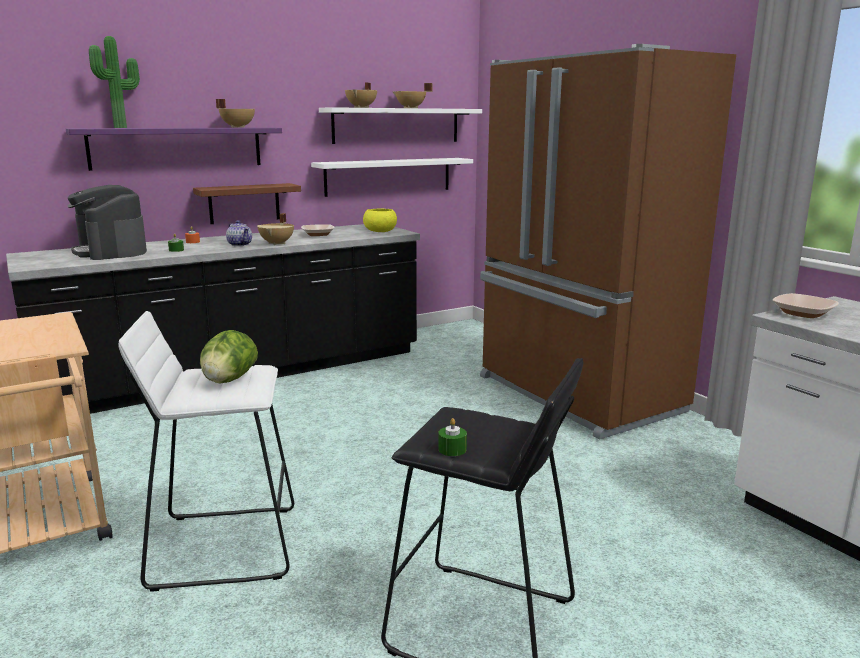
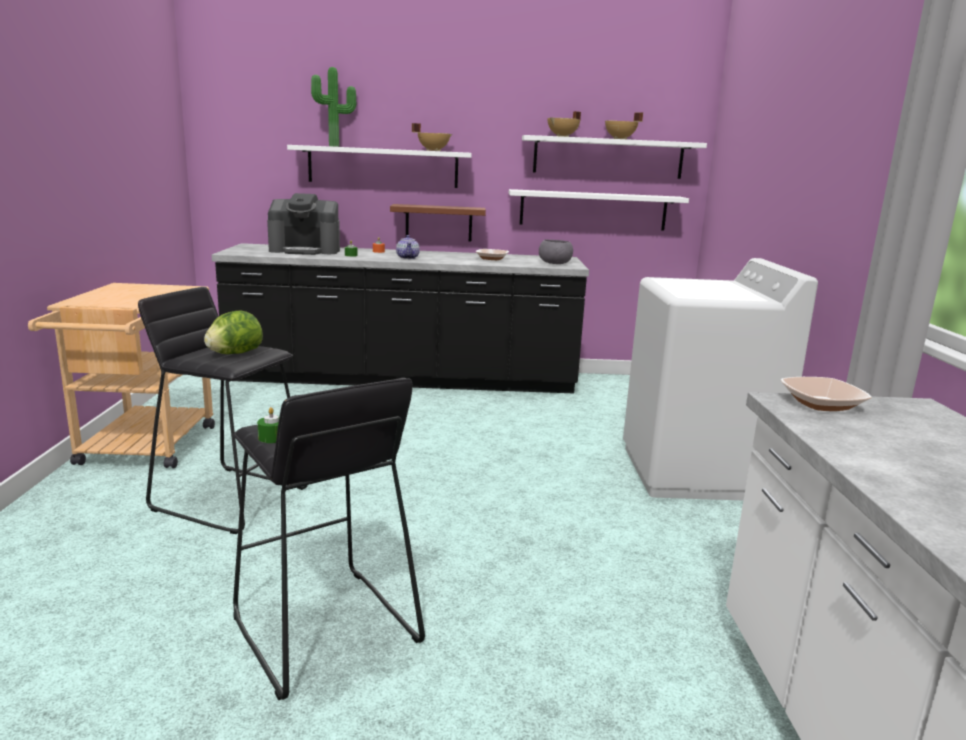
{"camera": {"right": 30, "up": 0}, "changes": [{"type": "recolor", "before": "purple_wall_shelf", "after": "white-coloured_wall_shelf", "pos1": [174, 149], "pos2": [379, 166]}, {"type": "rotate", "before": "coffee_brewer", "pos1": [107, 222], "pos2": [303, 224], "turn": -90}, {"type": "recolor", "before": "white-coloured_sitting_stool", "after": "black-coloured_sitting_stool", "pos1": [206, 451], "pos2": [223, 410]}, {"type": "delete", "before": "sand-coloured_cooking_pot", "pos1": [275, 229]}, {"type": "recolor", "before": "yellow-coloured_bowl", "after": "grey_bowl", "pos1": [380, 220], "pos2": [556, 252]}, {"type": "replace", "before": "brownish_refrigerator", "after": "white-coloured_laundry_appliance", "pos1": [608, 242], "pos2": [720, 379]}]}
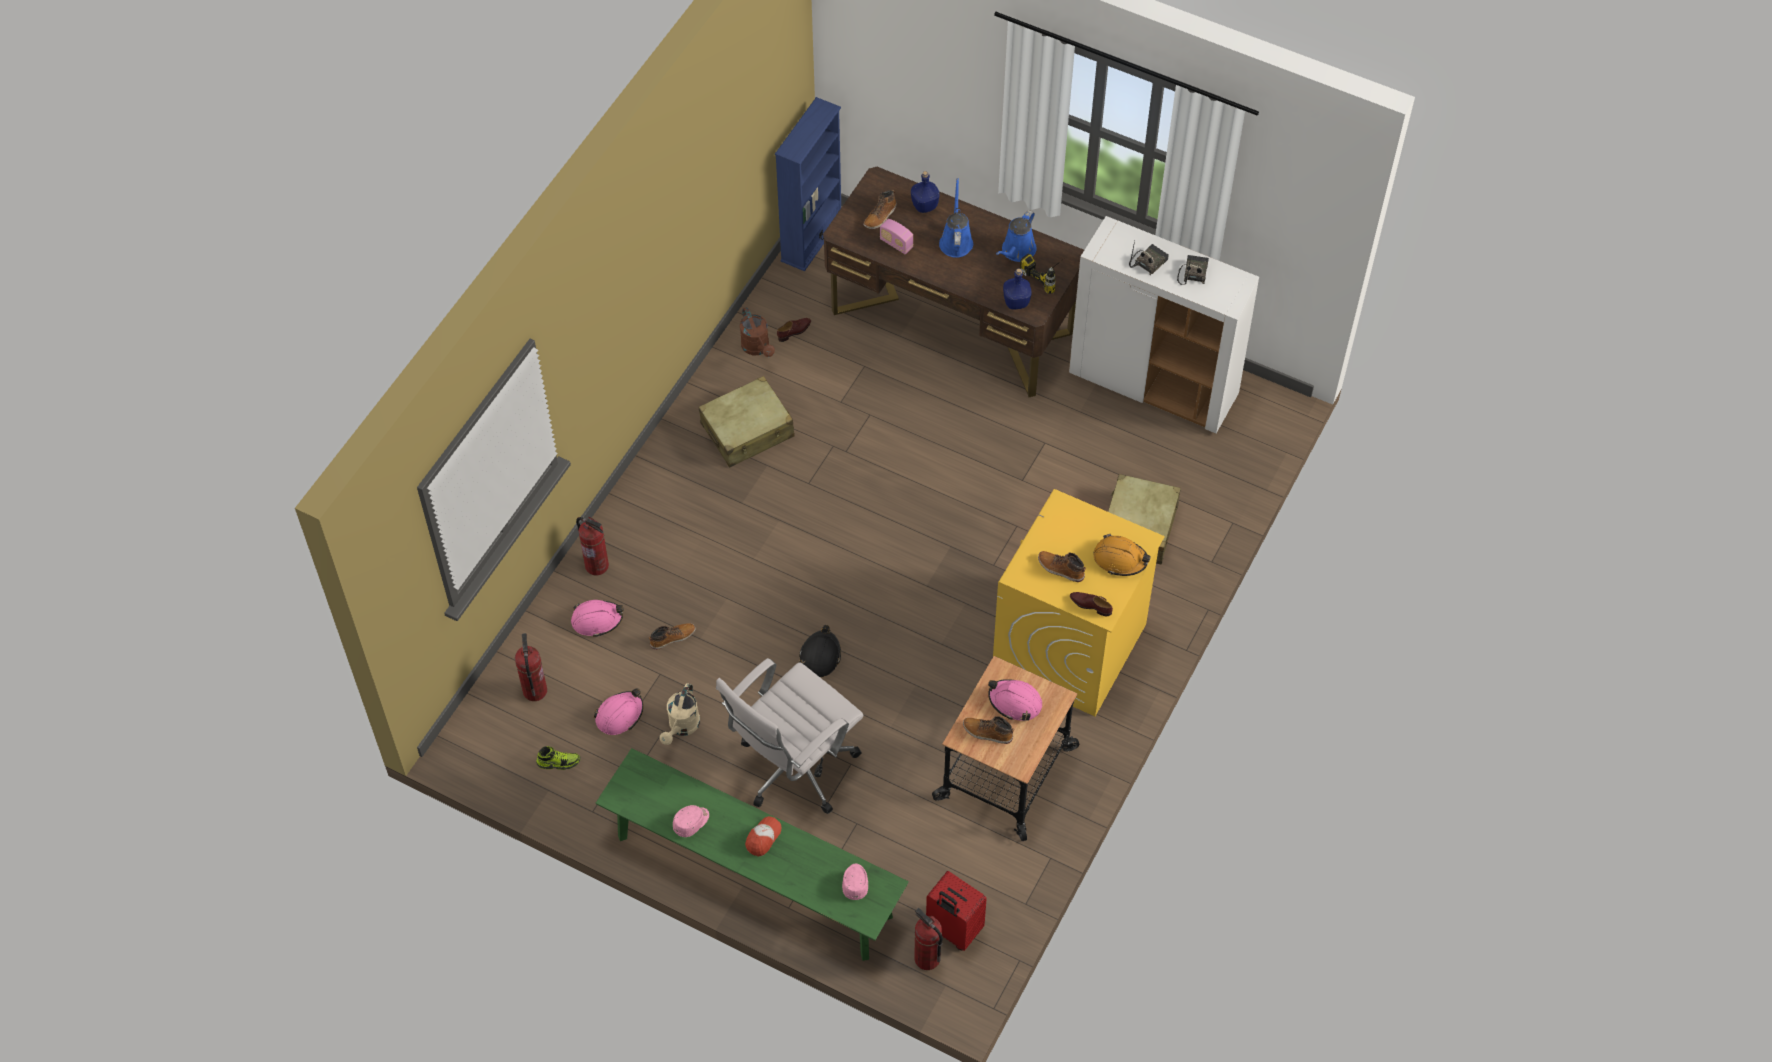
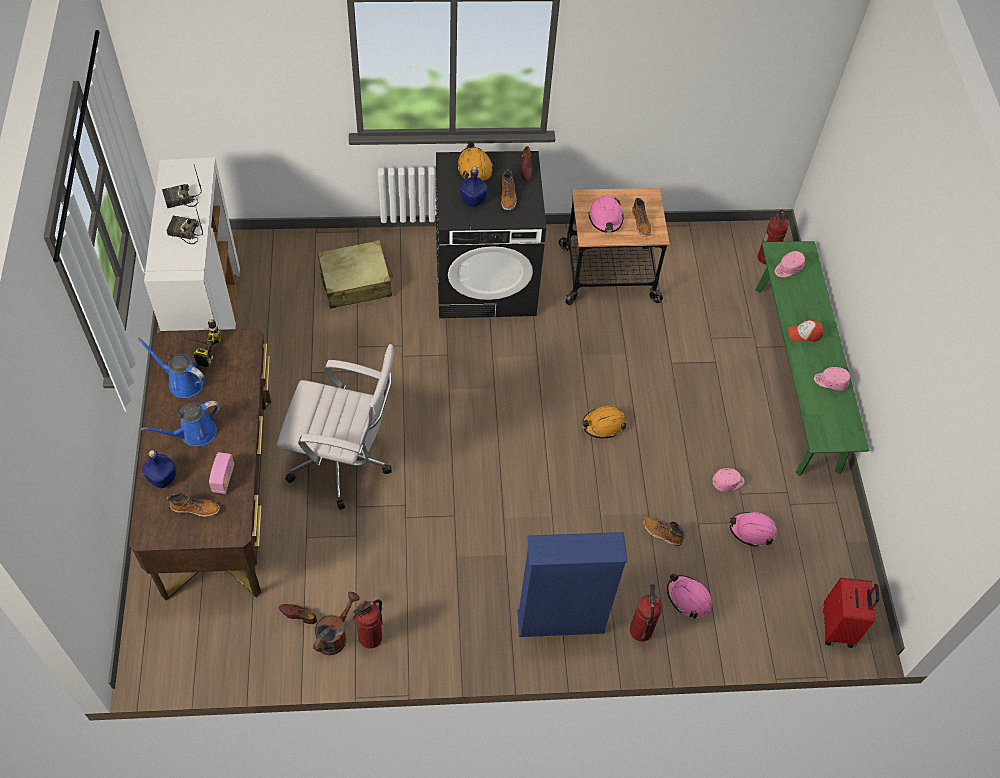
{"camera": {"right": -125, "up": 0}, "changes": [{"type": "move", "before": "fire_extinguisher", "pos1": [531, 667], "pos2": [368, 624]}, {"type": "delete", "before": "low_shoe", "pos1": [558, 758]}, {"type": "replace", "before": "sand-coloured_sprinkling_can", "after": "pinkish_cap", "pos1": [680, 714], "pos2": [728, 479]}, {"type": "delete", "before": "sand-coloured_travel_case", "pos1": [747, 421]}, {"type": "move", "before": "white-coloured_desk_chair", "pos1": [790, 736], "pos2": [336, 427]}, {"type": "move", "before": "bluish_bookshelf", "pos1": [808, 184], "pos2": [572, 584]}, {"type": "recolor", "before": "black-coloured_hard_hat", "after": "orangey_hard_hat", "pos1": [820, 651], "pos2": [604, 422]}, {"type": "move", "before": "red_travel_case", "pos1": [956, 911], "pos2": [851, 613]}, {"type": "recolor", "before": "yellow-coloured_laundry_appliance", "after": "black-coloured_laundry_appliance", "pos1": [1079, 602], "pos2": [491, 234]}, {"type": "rotate", "before": "bluish_sprinkling_can", "pos1": [1016, 236], "pos2": [171, 367], "turn": -150}, {"type": "move", "before": "bluish_beverage_bottle", "pos1": [1017, 289], "pos2": [474, 187]}]}
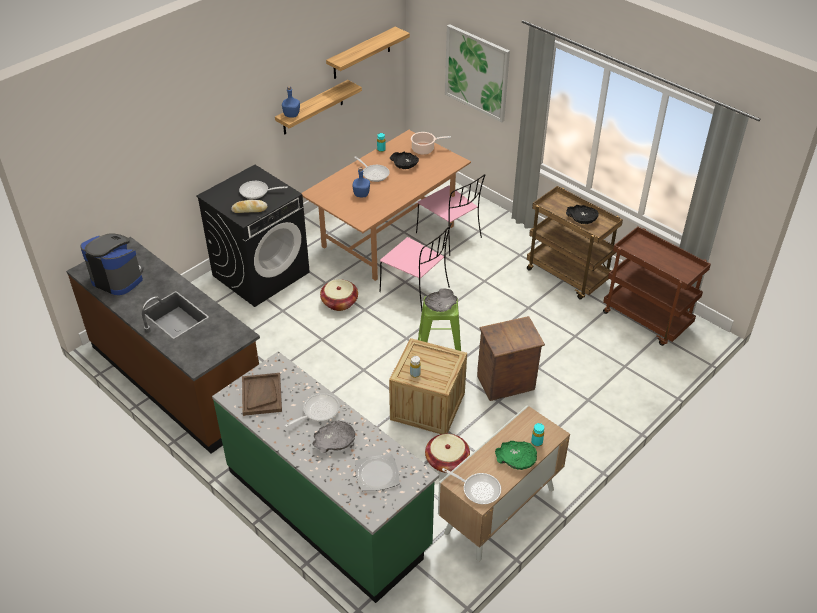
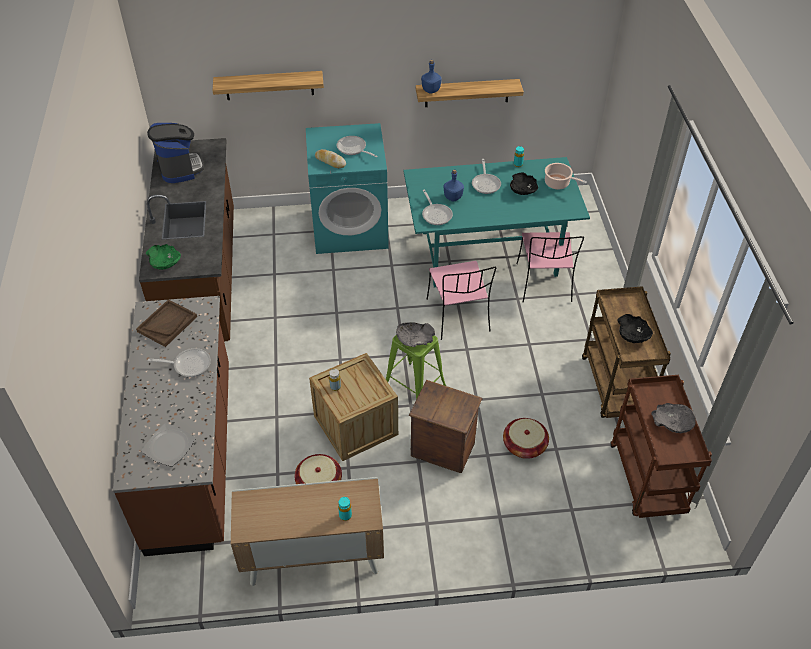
{"camera": {"right": 40, "up": 5}, "changes": [{"type": "recolor", "before": "black-coloured_laundry_appliance", "after": "turquoise-coloured_laundry_appliance", "pos1": [253, 236], "pos2": [347, 188]}, {"type": "recolor", "before": "green-coloured_kitchen_base_unit", "after": "brownish_kitchen_base_unit", "pos1": [325, 477], "pos2": [171, 426]}, {"type": "recolor", "before": "brownish_dinner_table", "after": "turquoise-coloured_dinner_table", "pos1": [386, 205], "pos2": [496, 222]}, {"type": "move", "before": "grey_bowl", "pos1": [334, 436], "pos2": [674, 418]}, {"type": "move", "before": "basket", "pos1": [339, 295], "pos2": [526, 438]}, {"type": "move", "before": "wall_shelf", "pos1": [368, 53], "pos2": [268, 85]}, {"type": "move", "before": "frying_pan", "pos1": [471, 486], "pos2": [437, 207]}, {"type": "delete", "before": "wall_art", "pos1": [477, 73]}, {"type": "move", "before": "green-coloured_bowl", "pos1": [516, 455], "pos2": [163, 257]}]}
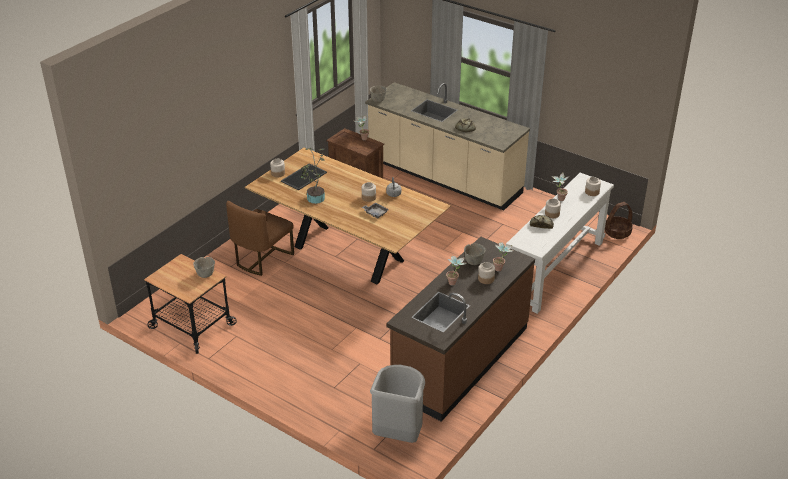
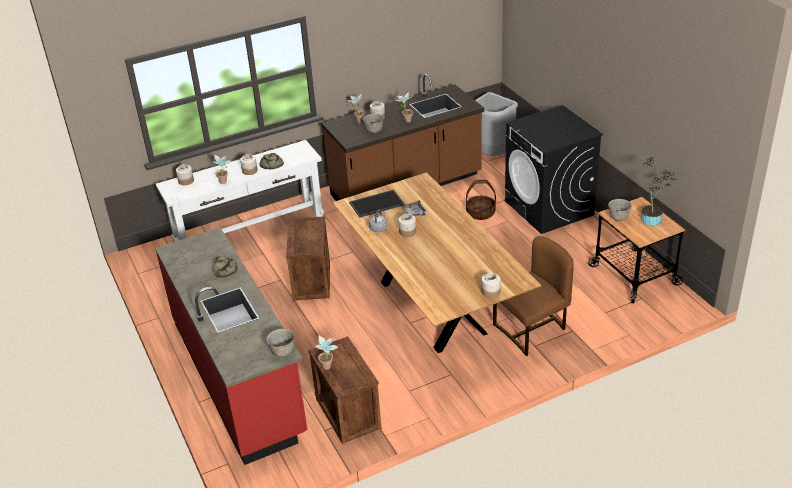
{"camera": {"right": -150, "up": 0}, "changes": [{"type": "move", "before": "serving_tray", "pos1": [304, 176], "pos2": [377, 204]}, {"type": "move", "before": "plant_in_a_pot", "pos1": [312, 176], "pos2": [658, 191]}, {"type": "recolor", "before": "sand-coloured_kitchen_base_unit", "after": "red_kitchen_base_unit", "pos1": [447, 146], "pos2": [231, 346]}, {"type": "move", "before": "basket", "pos1": [619, 220], "pos2": [481, 200]}, {"type": "insert", "after": "shipping_crate", "pos2": [308, 258]}, {"type": "insert", "after": "black-coloured_laundry_appliance", "pos2": [554, 169]}]}
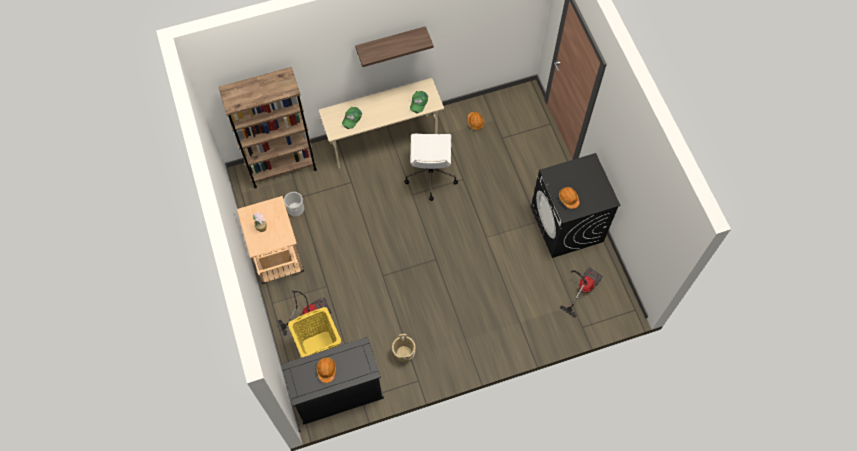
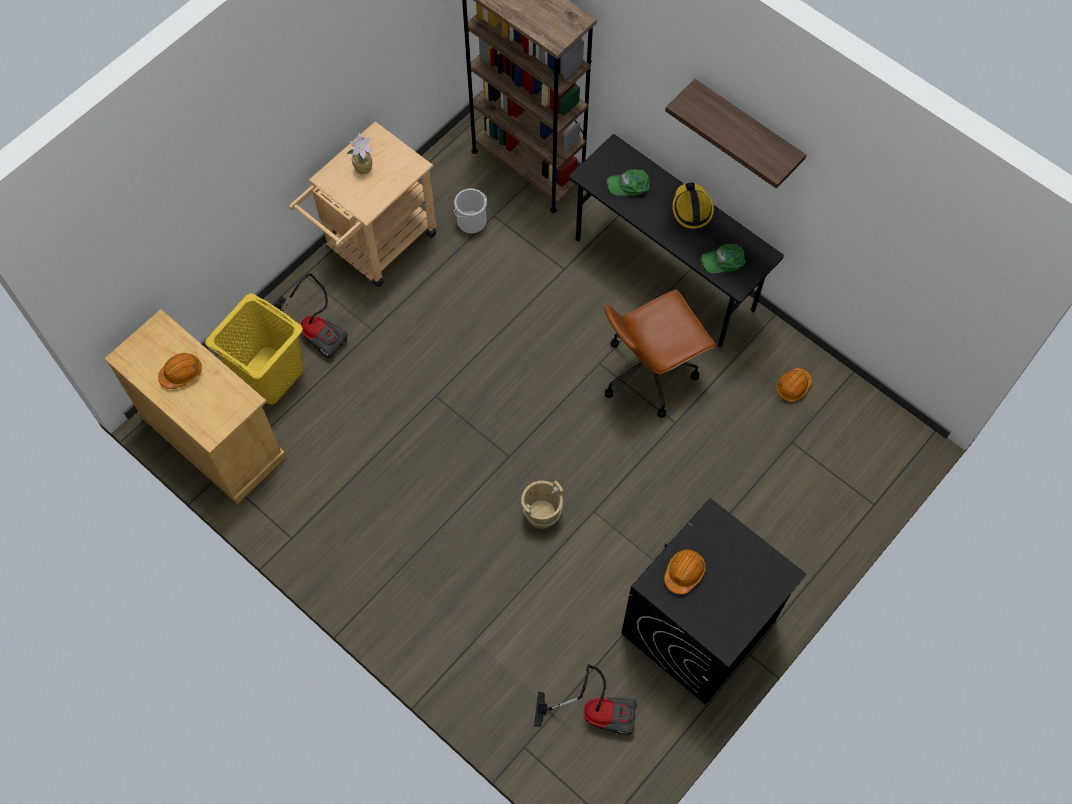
{"camera": {"right": 60, "up": 0}, "changes": [{"type": "recolor", "before": "black-coloured_cupboard", "after": "sand-coloured_cupboard", "pos1": [332, 381], "pos2": [195, 406]}, {"type": "recolor", "before": "sand-coloured_desk", "after": "black-coloured_desk", "pos1": [381, 123], "pos2": [676, 241]}, {"type": "move", "before": "sand-coloured_pail", "pos1": [403, 348], "pos2": [542, 504]}, {"type": "recolor", "before": "white-coloured_desk_chair", "after": "brownish_desk_chair", "pos1": [431, 167], "pos2": [660, 354]}, {"type": "insert", "after": "hard_hat", "pos2": [693, 205]}]}
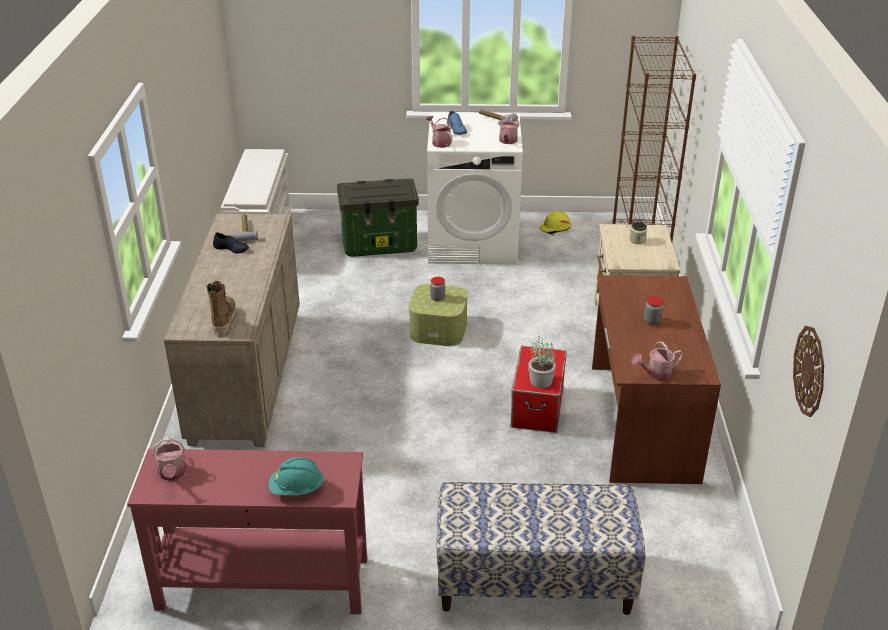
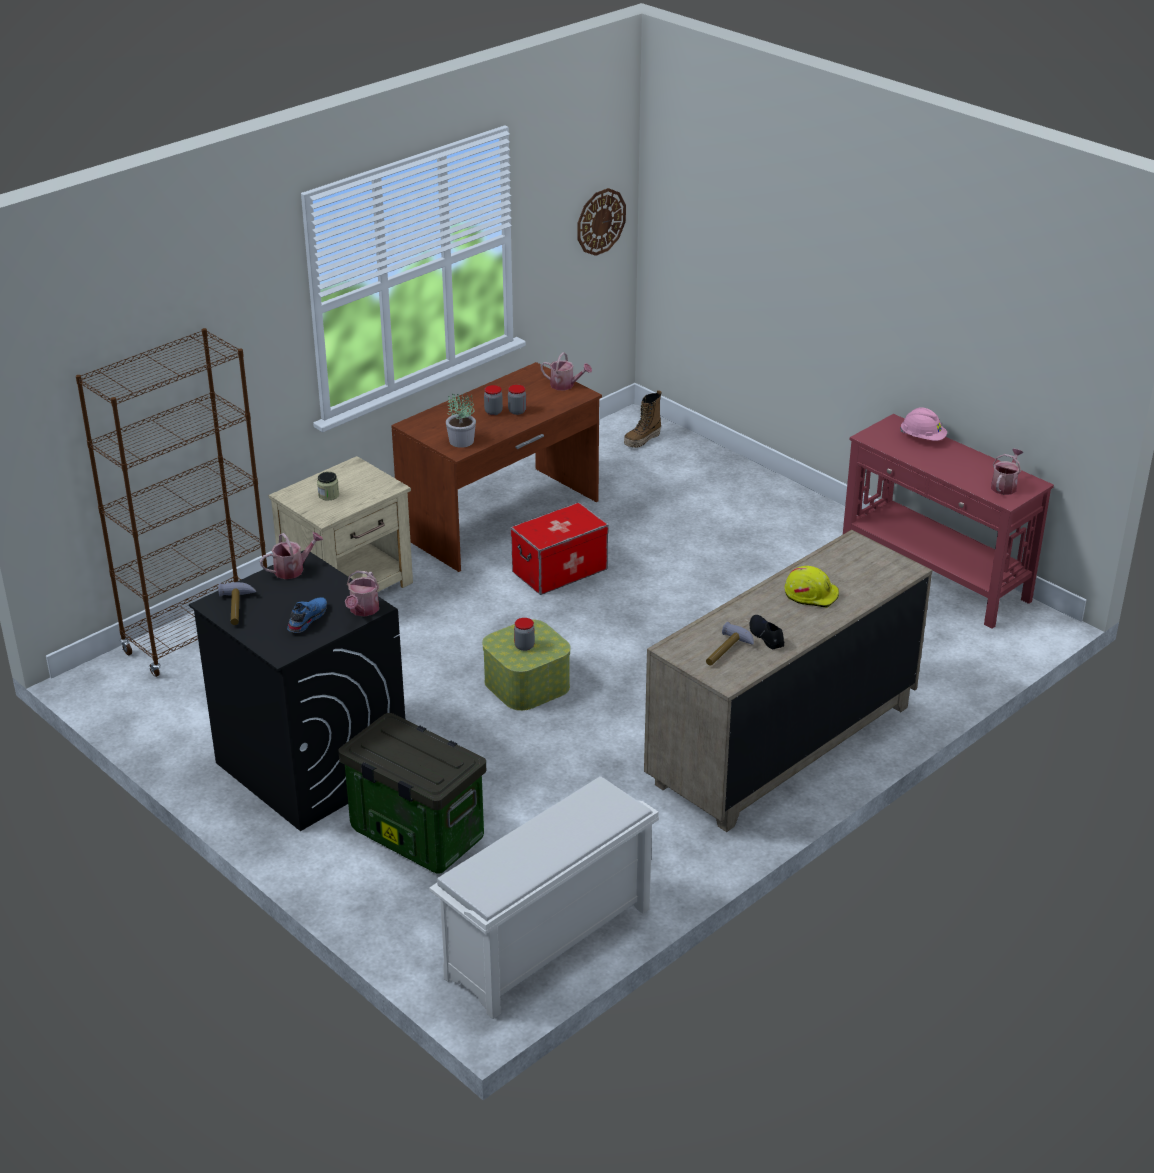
{"camera": {"right": -135, "up": 0}, "changes": [{"type": "move", "before": "tall_boot", "pos1": [221, 309], "pos2": [643, 419]}, {"type": "recolor", "before": "turquoise-coloured_hard_hat", "after": "pinkish_hard_hat", "pos1": [297, 476], "pos2": [923, 424]}, {"type": "recolor", "before": "white-coloured_laundry_appliance", "after": "black-coloured_laundry_appliance", "pos1": [475, 189], "pos2": [297, 690]}, {"type": "delete", "before": "indoor_bench", "pos1": [541, 548]}, {"type": "move", "before": "plant_in_a_pot", "pos1": [542, 362], "pos2": [461, 420]}, {"type": "move", "before": "yellow-coloured_hard_hat", "pos1": [555, 223], "pos2": [812, 587]}, {"type": "insert", "after": "preserve_jar", "pos2": [517, 400]}]}
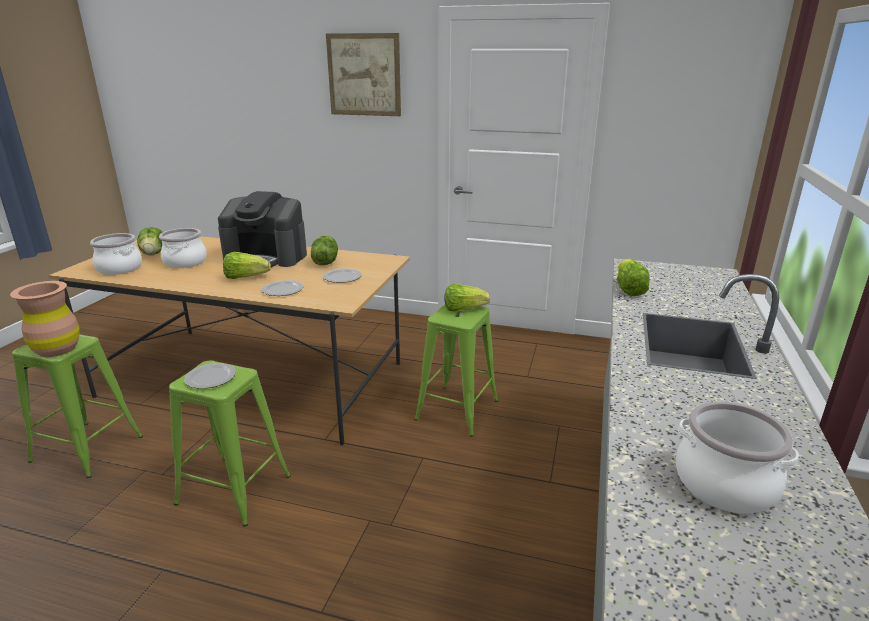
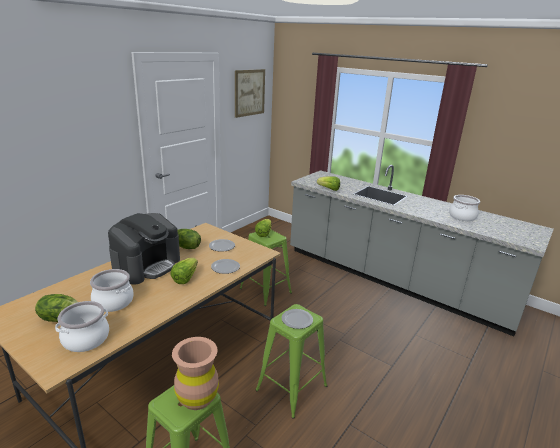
{"camera": {"right": -70, "up": 0}, "changes": [{"type": "move", "before": "wall_art", "pos1": [363, 74], "pos2": [250, 93]}]}
